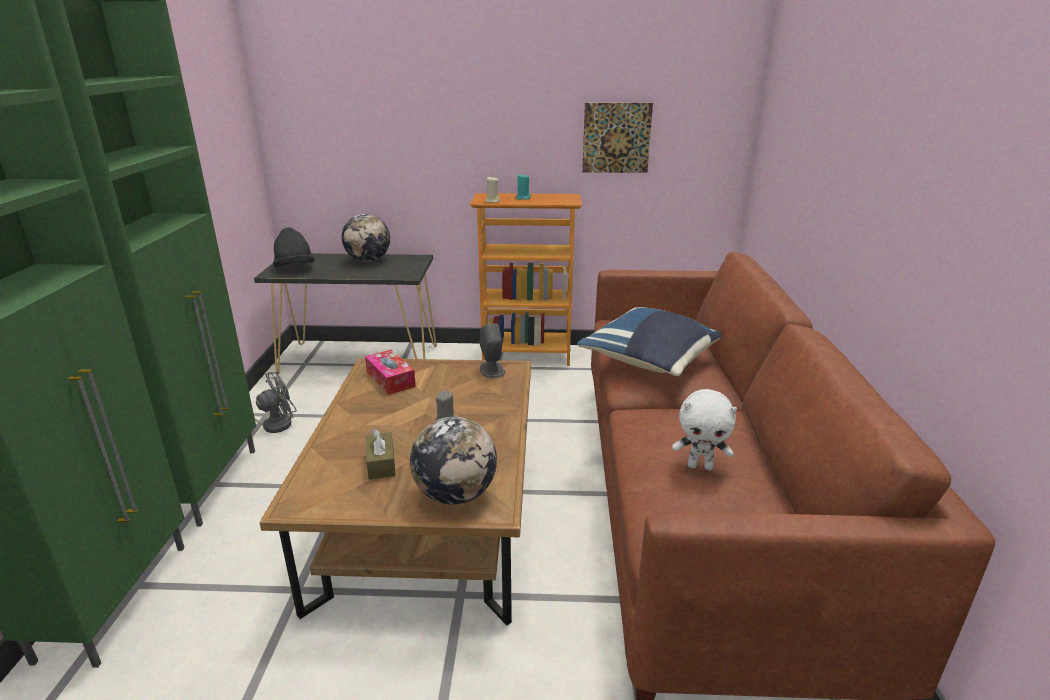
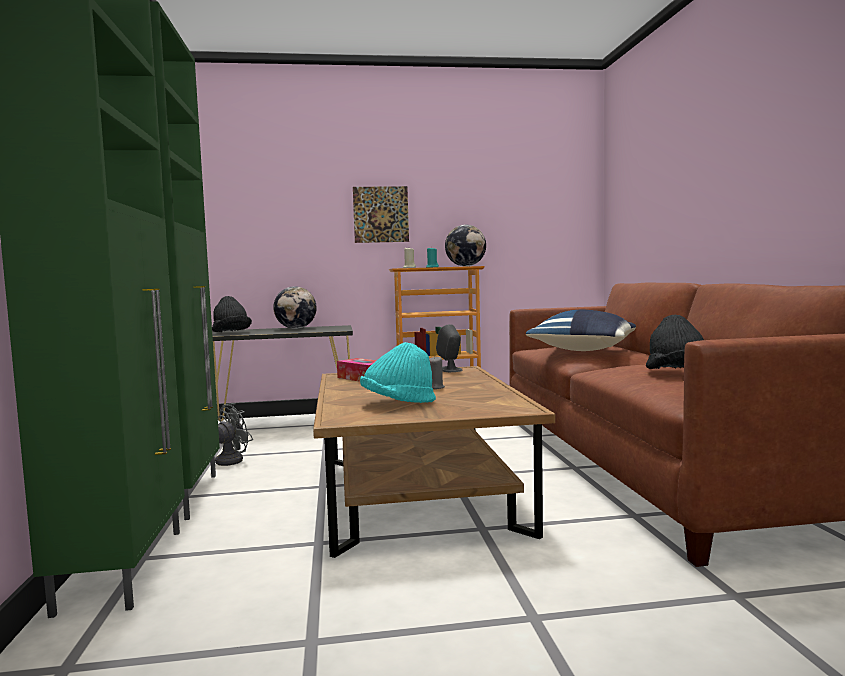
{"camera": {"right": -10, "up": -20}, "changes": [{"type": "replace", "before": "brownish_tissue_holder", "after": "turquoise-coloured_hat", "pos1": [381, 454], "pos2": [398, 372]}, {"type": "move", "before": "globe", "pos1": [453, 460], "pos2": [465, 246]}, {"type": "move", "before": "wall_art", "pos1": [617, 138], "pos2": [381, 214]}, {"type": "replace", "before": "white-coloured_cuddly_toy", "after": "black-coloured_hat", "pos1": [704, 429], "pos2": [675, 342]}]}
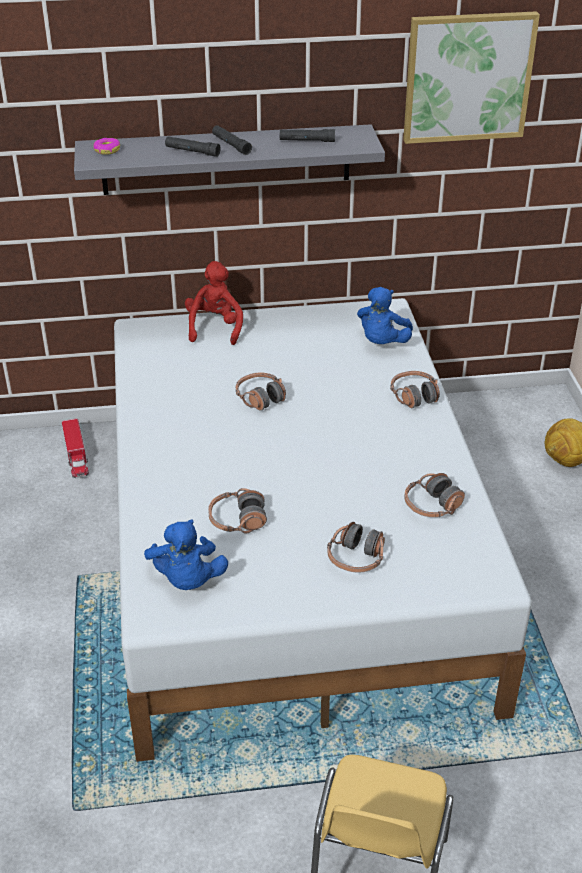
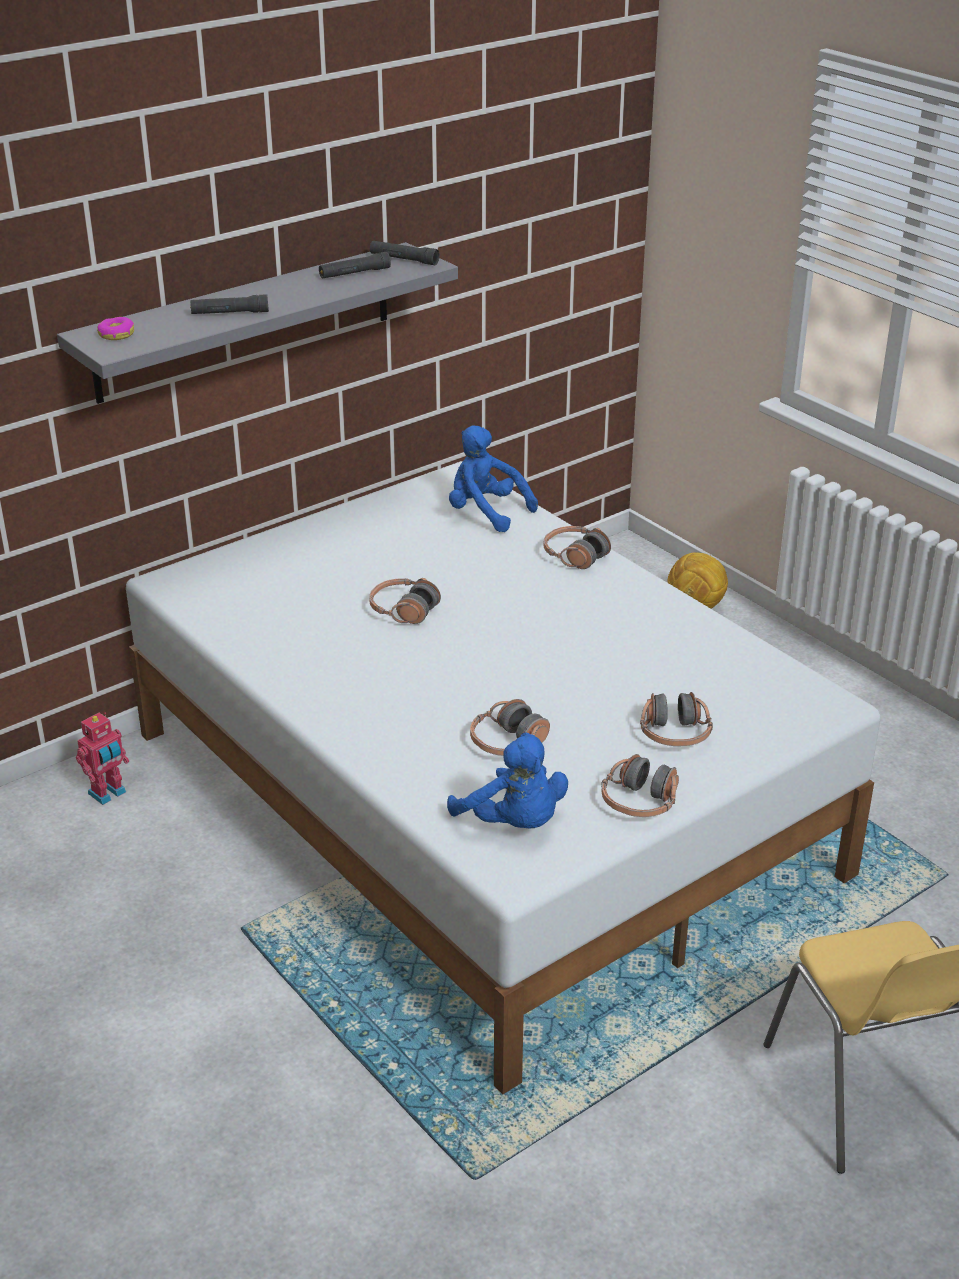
{"camera": {"right": -30, "up": -5}, "changes": [{"type": "replace", "before": "toy_lorry", "after": "model_robot", "pos1": [75, 448], "pos2": [102, 759]}, {"type": "delete", "before": "red_cuddly_toy", "pos1": [214, 303]}, {"type": "move", "before": "black-coloured_hand_torch", "pos1": [232, 140], "pos2": [405, 253]}, {"type": "rotate", "before": "bluish_cuddly_toy", "pos1": [385, 315], "pos2": [493, 478], "turn": 135}, {"type": "delete", "before": "wall_art", "pos1": [471, 77]}, {"type": "move", "before": "headset", "pos1": [434, 495], "pos2": [640, 785]}]}
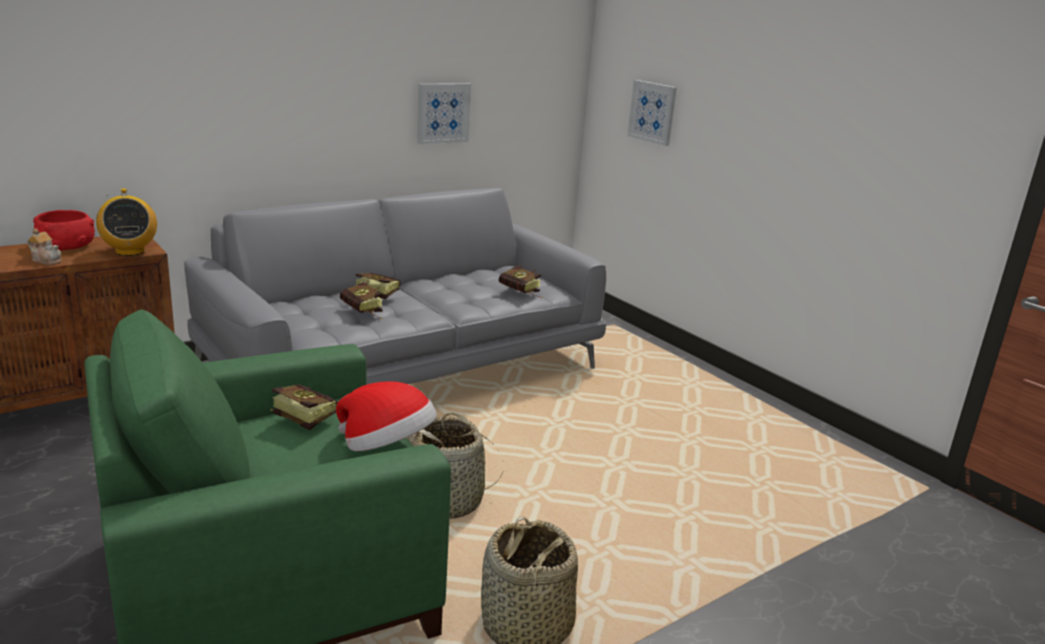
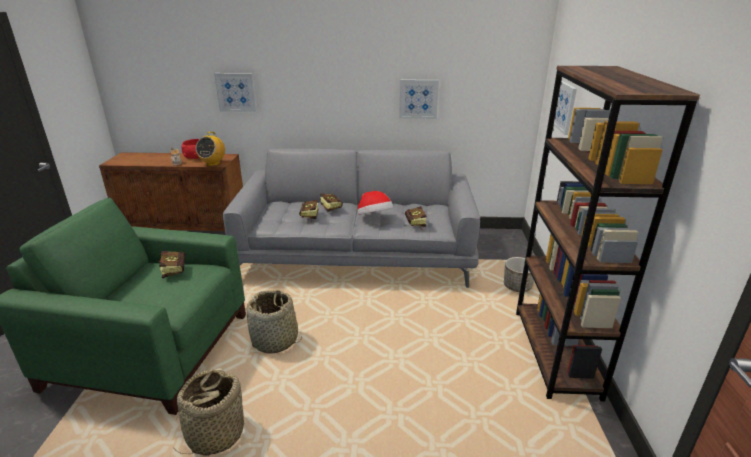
{"camera": {"right": 40, "up": 5}, "changes": [{"type": "move", "before": "hat", "pos1": [386, 416], "pos2": [375, 203]}, {"type": "insert", "after": "wall_art", "pos2": [235, 92]}, {"type": "insert", "after": "plant_pot", "pos2": [519, 274]}, {"type": "insert", "after": "brownish_bookshelf", "pos2": [608, 233]}]}
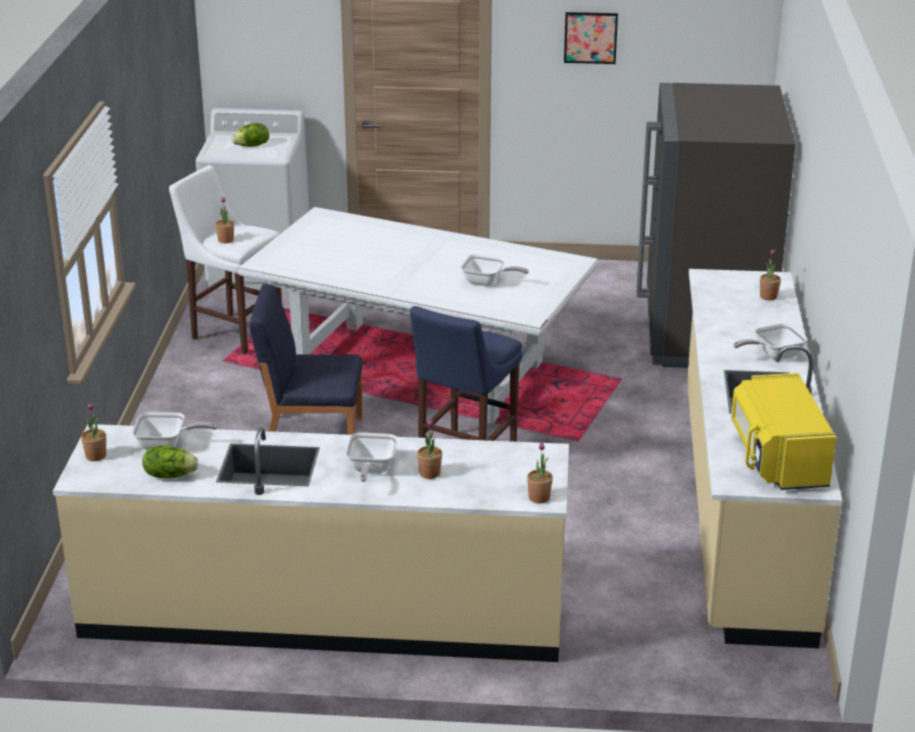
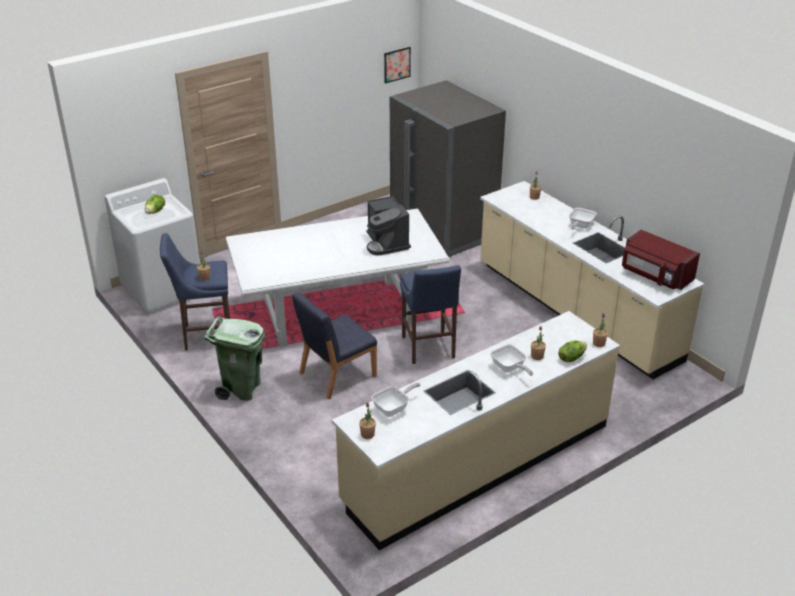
{"camera": {"right": -40, "up": 5}, "changes": [{"type": "move", "before": "head_of_lettuce", "pos1": [170, 461], "pos2": [572, 351]}, {"type": "recolor", "before": "white-coloured_sitting_stool", "after": "bluish_sitting_stool", "pos1": [225, 259], "pos2": [195, 292]}, {"type": "replace", "before": "frying_pan", "after": "coffee_brewer", "pos1": [495, 270], "pos2": [389, 225]}, {"type": "move", "before": "wall_art", "pos1": [591, 38], "pos2": [397, 65]}, {"type": "recolor", "before": "yellow-coloured_microwave_oven", "after": "red_microwave_oven", "pos1": [783, 431], "pos2": [661, 260]}, {"type": "insert", "after": "green-coloured_trash_can", "pos2": [234, 358]}]}
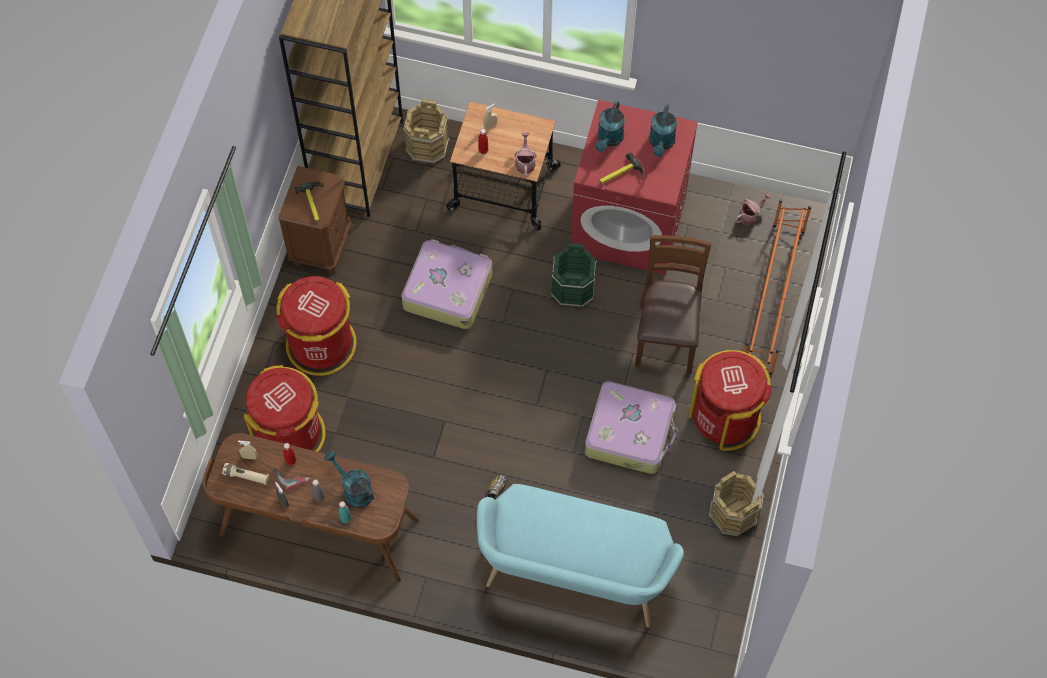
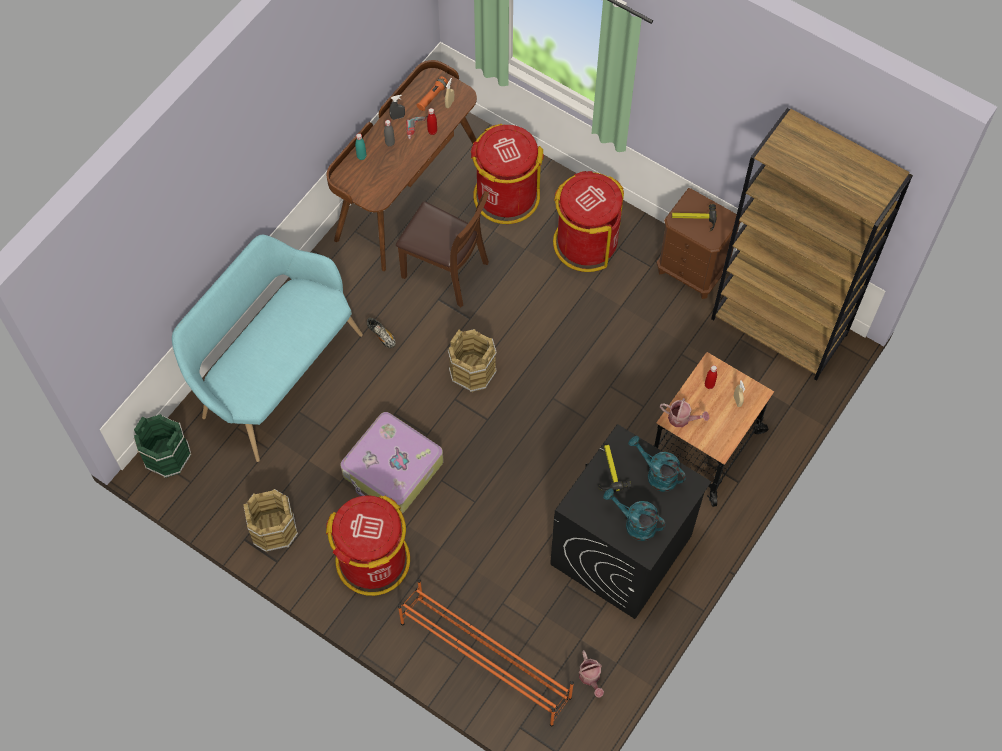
{"camera": {"right": 110, "up": 0}, "changes": [{"type": "recolor", "before": "sand-coloured_hand_torch", "after": "orangey_hand_torch", "pos1": [245, 474], "pos2": [432, 93]}, {"type": "delete", "before": "turquoise-coloured_sprinkling_can", "pos1": [349, 479]}, {"type": "delete", "before": "travel_case", "pos1": [447, 284]}, {"type": "move", "before": "brownish_pail", "pos1": [426, 131], "pos2": [472, 360]}, {"type": "move", "before": "green-coloured_pail", "pos1": [574, 275], "pos2": [162, 446]}, {"type": "recolor", "before": "red_laundry_appliance", "after": "black-coloured_laundry_appliance", "pos1": [634, 187], "pos2": [630, 521]}, {"type": "move", "before": "brownish_upright_chair", "pos1": [673, 304], "pos2": [442, 249]}]}
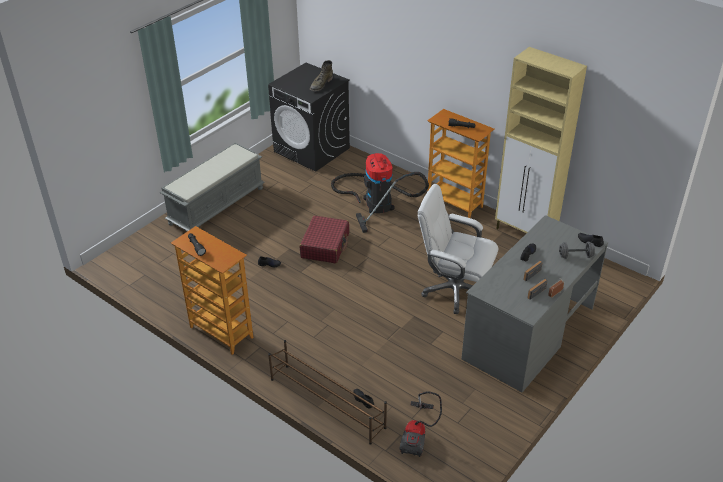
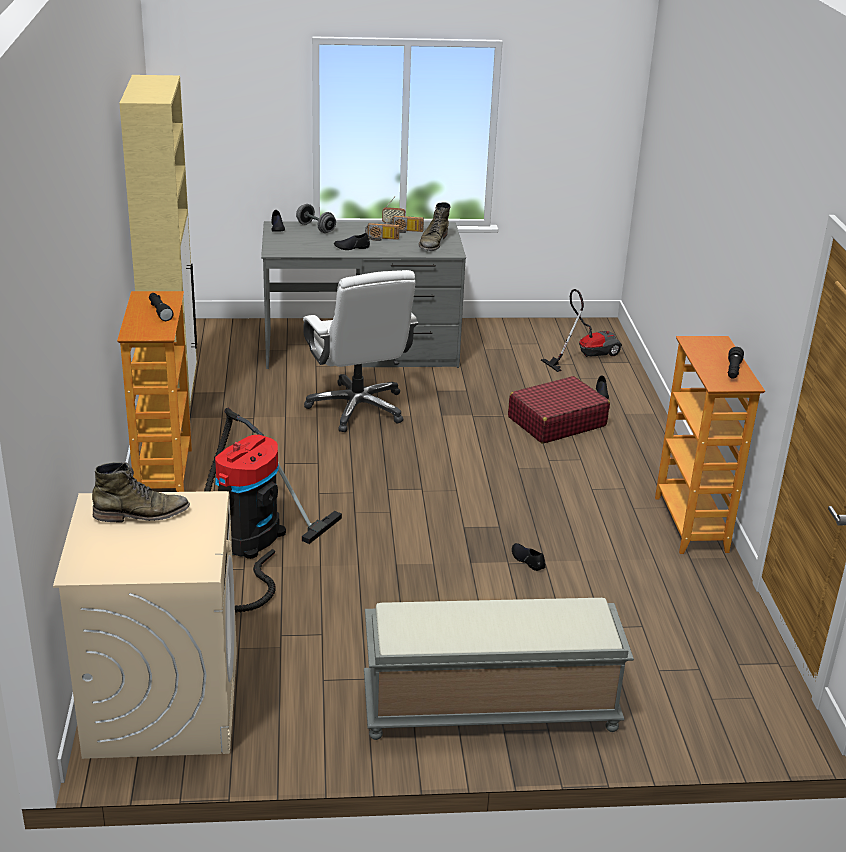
{"camera": {"right": -135, "up": -10}, "changes": [{"type": "recolor", "before": "black-coloured_laundry_appliance", "after": "sand-coloured_laundry_appliance", "pos1": [309, 117], "pos2": [145, 625]}, {"type": "delete", "before": "brownish_shoe_stand", "pos1": [327, 392]}, {"type": "move", "before": "red_travel_case", "pos1": [324, 239], "pos2": [559, 410]}, {"type": "insert", "after": "green-coloured_tall_boot", "pos2": [435, 226]}]}
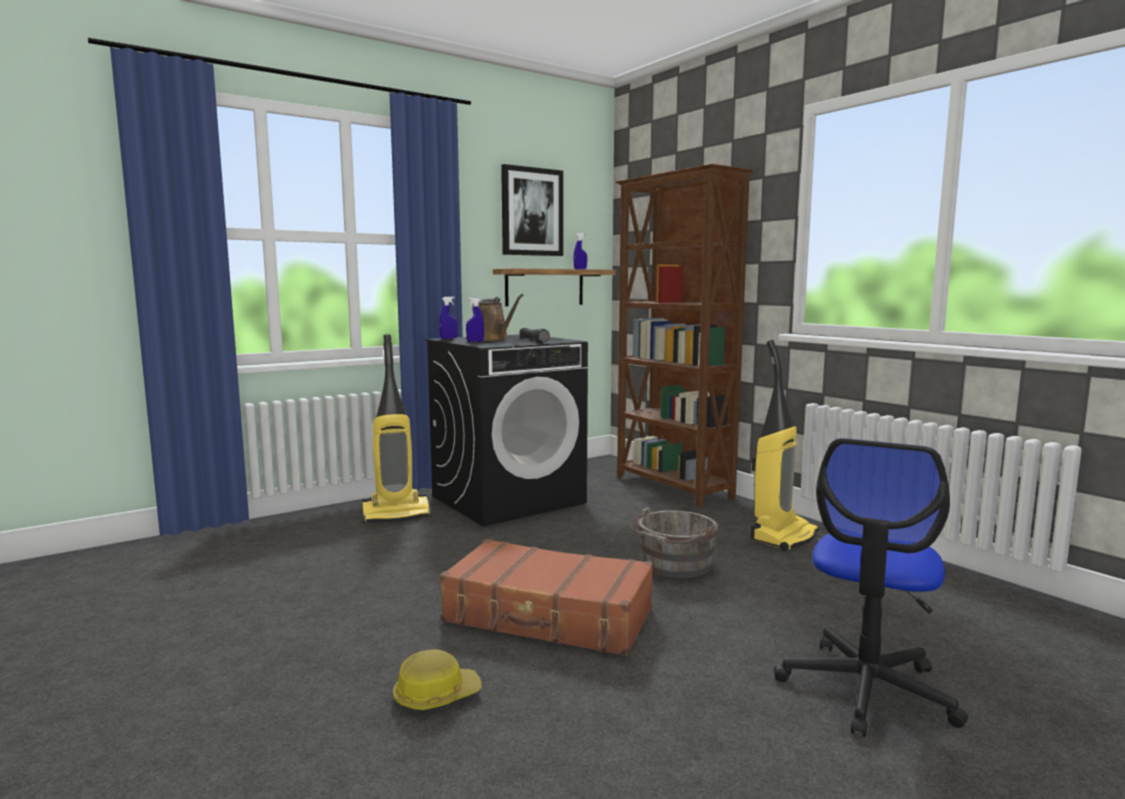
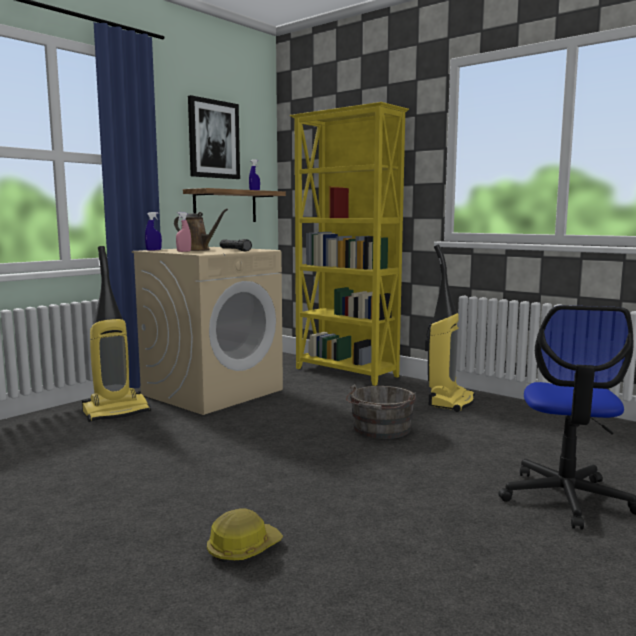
{"camera": {"right": -15, "up": 0}, "changes": [{"type": "recolor", "before": "black-coloured_laundry_appliance", "after": "sand-coloured_laundry_appliance", "pos1": [507, 430], "pos2": [207, 331]}, {"type": "delete", "before": "brownish_travel_case", "pos1": [546, 597]}, {"type": "recolor", "before": "bluish_hand_sprayer", "after": "pinkish_hand_sprayer", "pos1": [475, 319], "pos2": [183, 232]}, {"type": "recolor", "before": "brownish_bookshelf", "after": "yellow-coloured_bookshelf", "pos1": [684, 335], "pos2": [349, 244]}]}
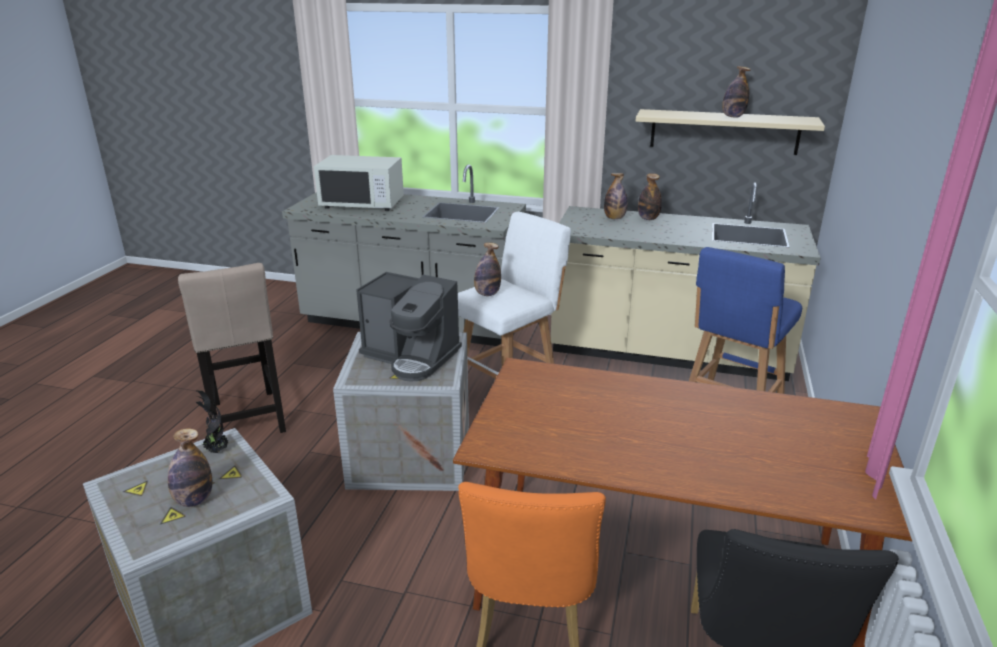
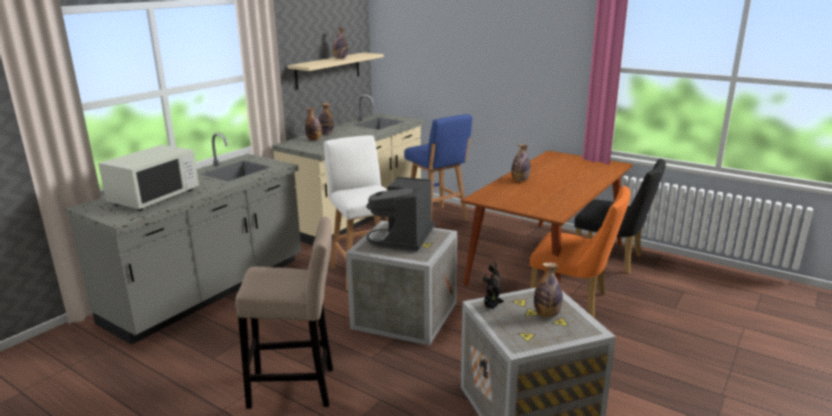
{"camera": {"right": -70, "up": -5}, "changes": [{"type": "rotate", "before": "coffee_brewer", "pos1": [409, 327], "pos2": [400, 214], "turn": 150}, {"type": "move", "before": "beverage_bottle", "pos1": [487, 269], "pos2": [521, 162]}]}
